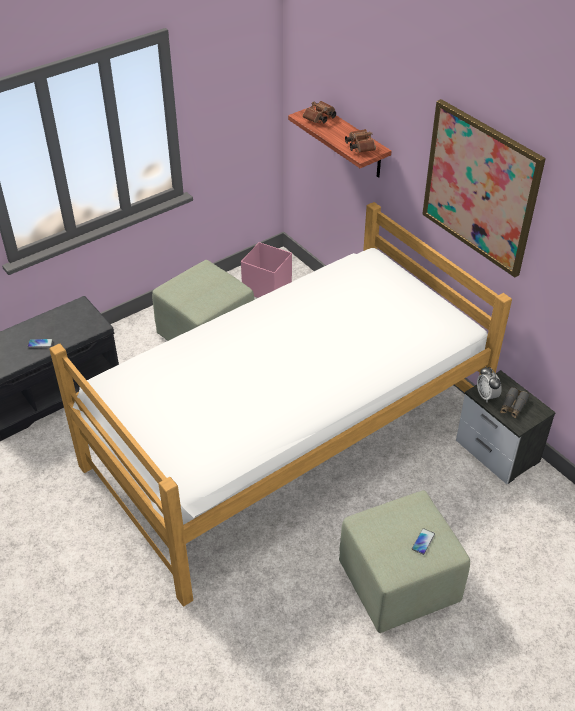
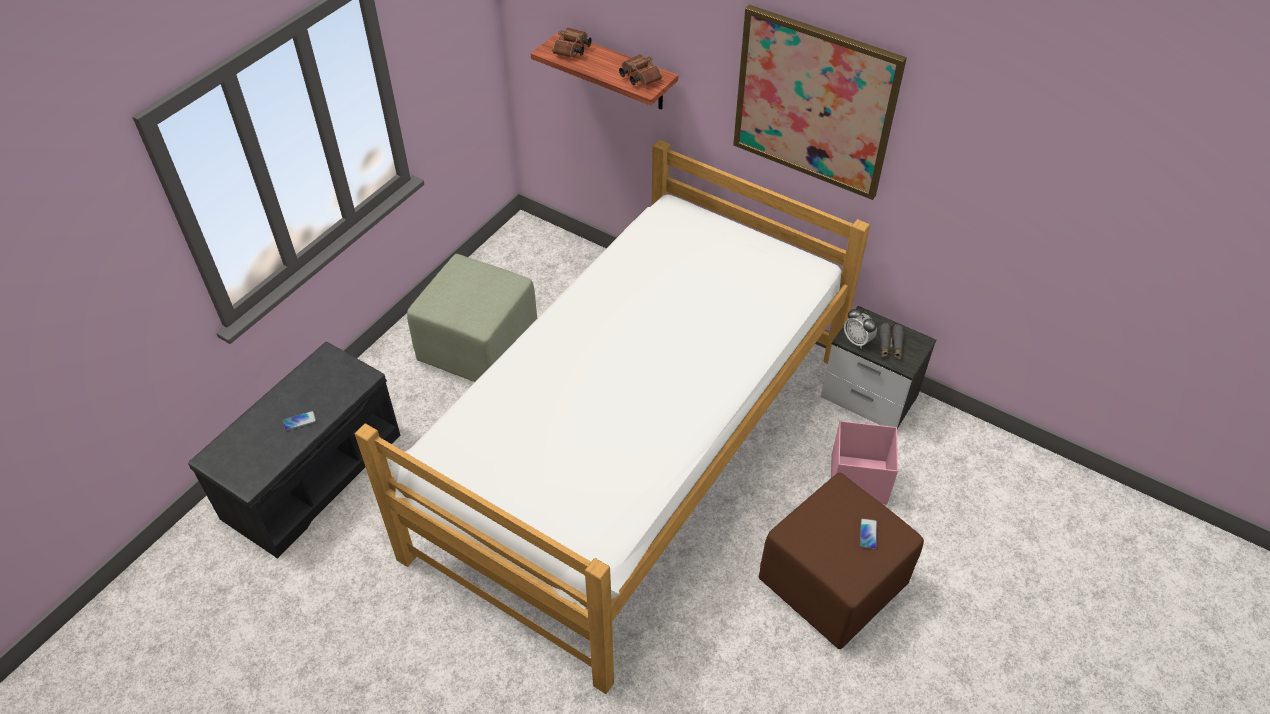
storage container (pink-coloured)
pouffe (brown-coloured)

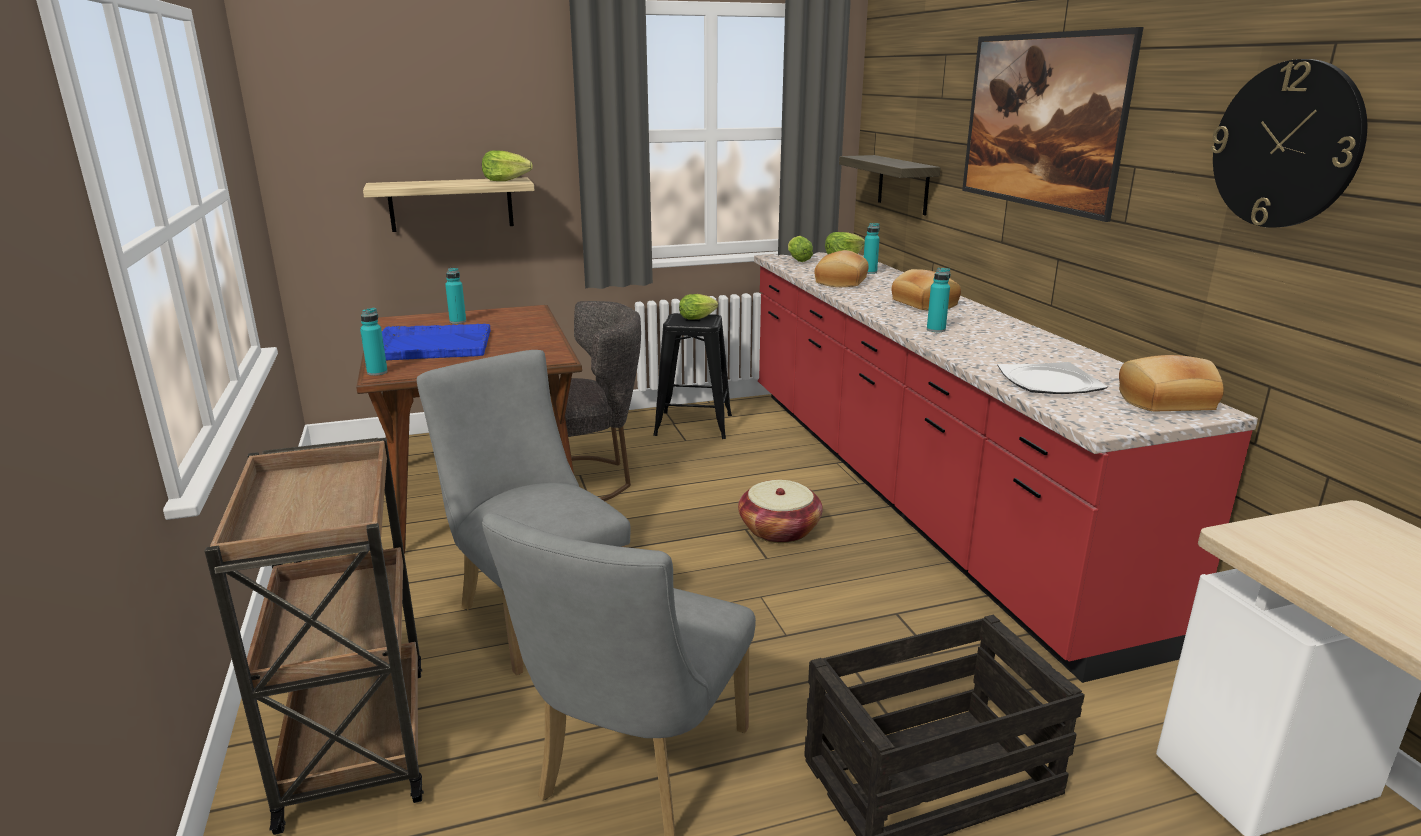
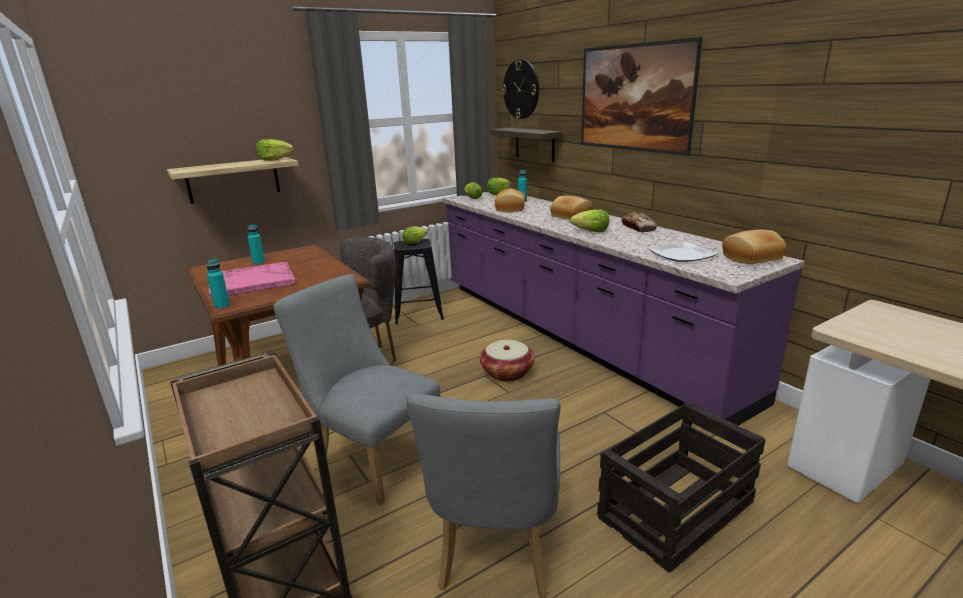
bakery bread (no. 3 from left)
hanging clock
lettuce (no. 5 from left)
carrying tray (pink-coloured)
kitchen counter (purple-coloured)

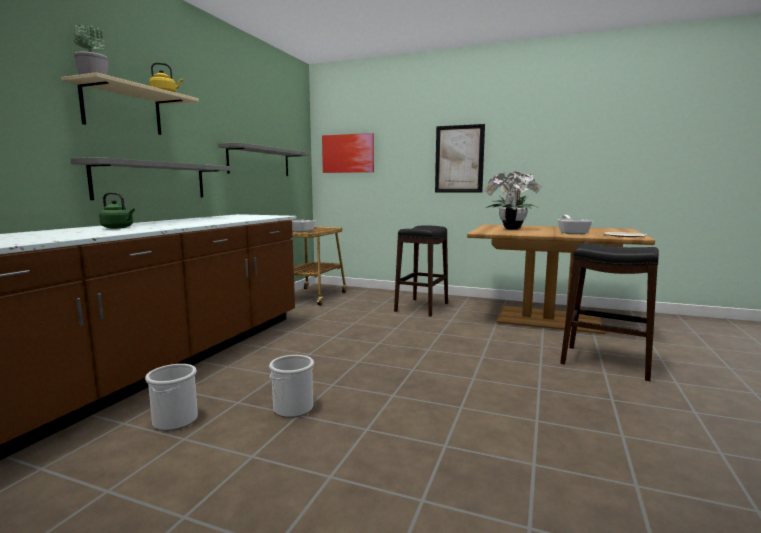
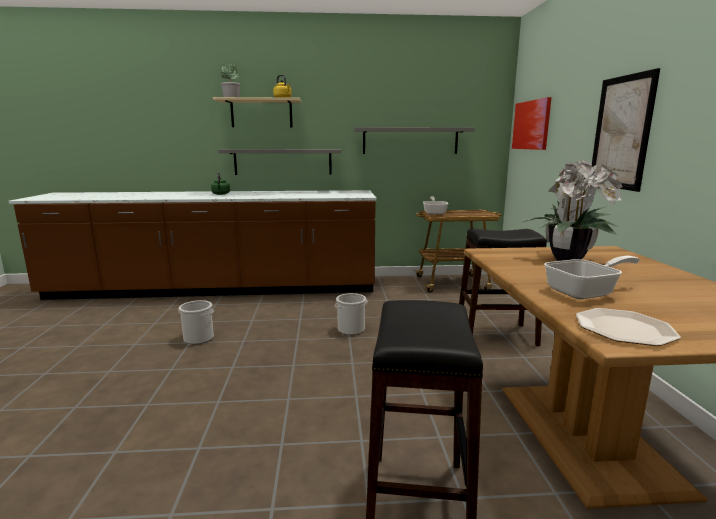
bucket (no. 2 from left)

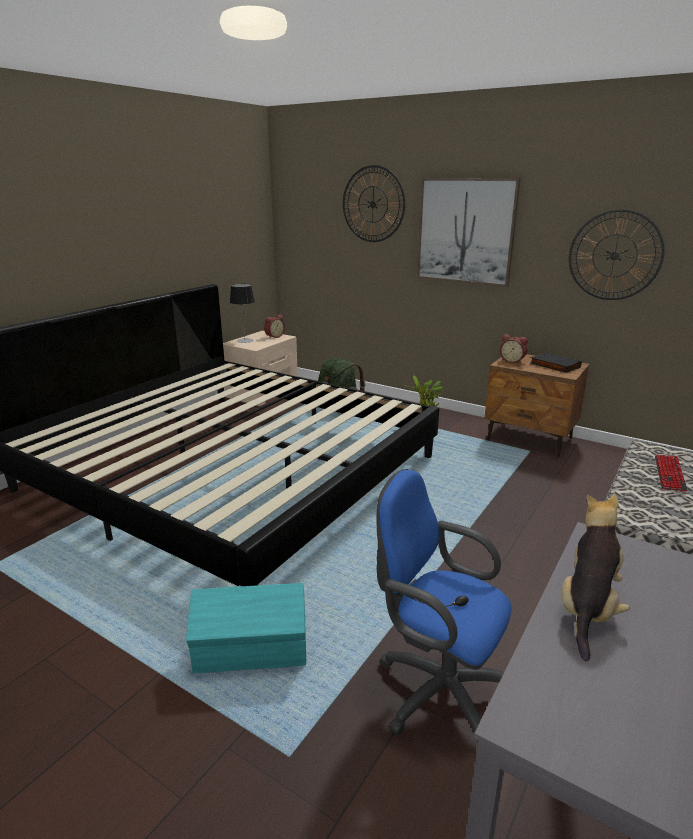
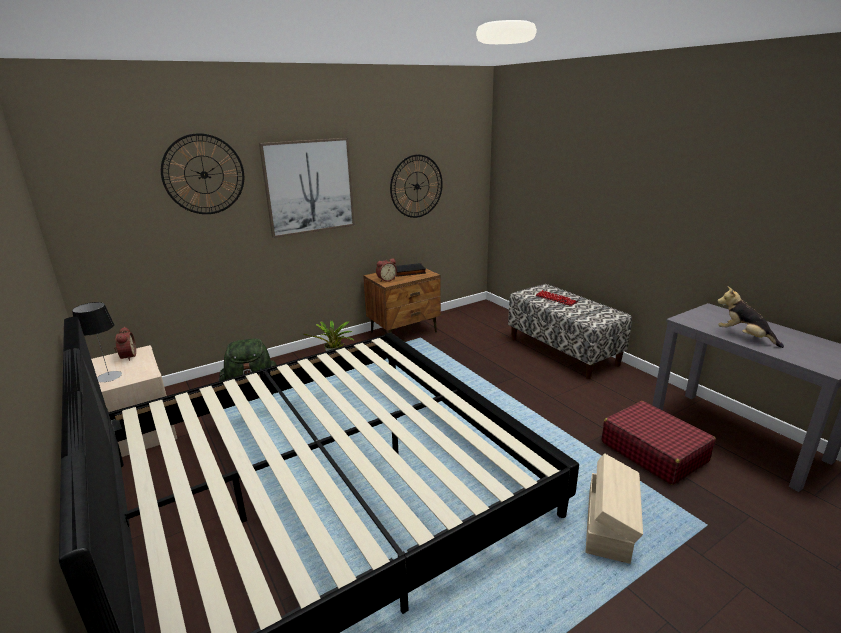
travel case (red)
storage container (sand-coloured)

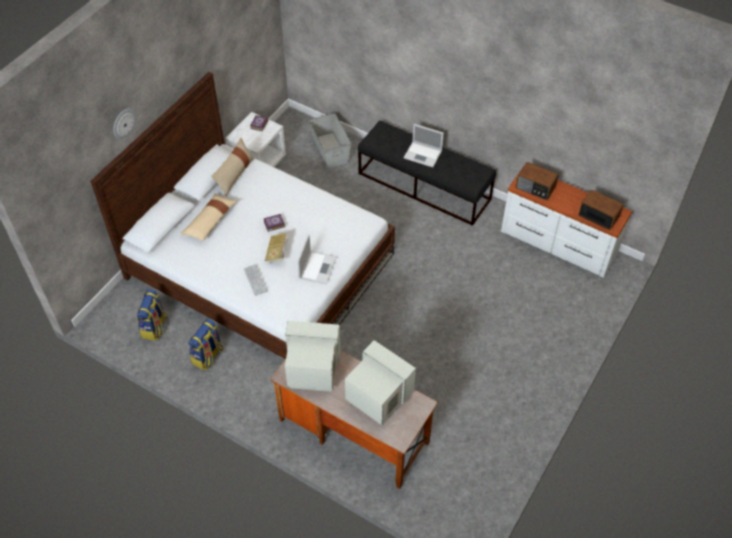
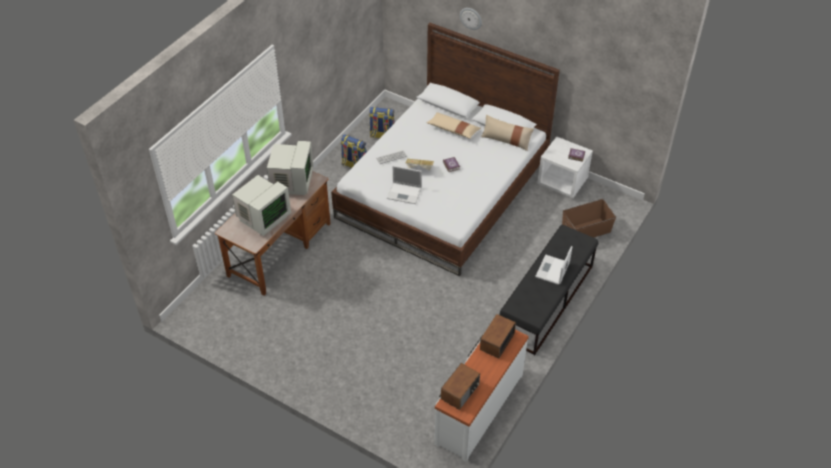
storage container (brown-coloured)

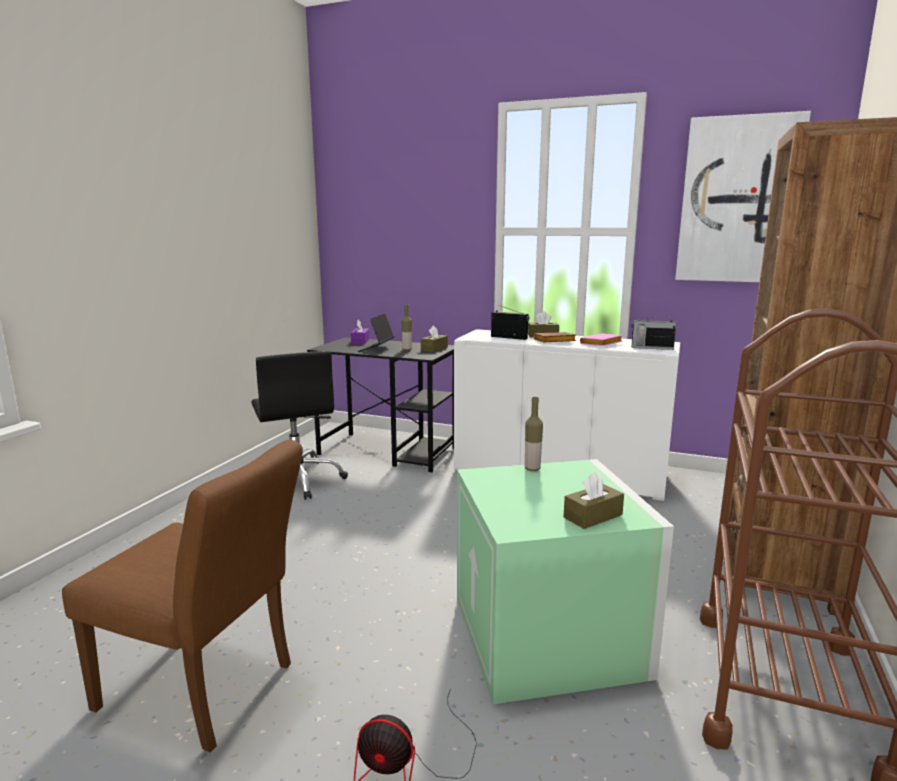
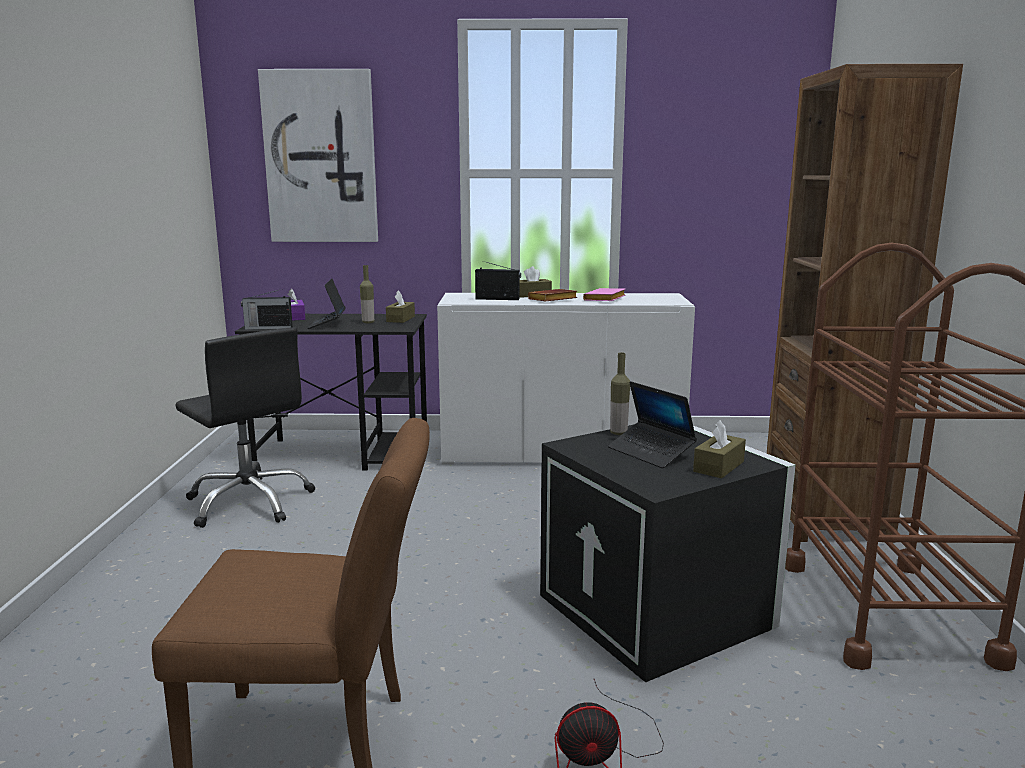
laptop (no. 2 from left)
radio set (no. 1 from left)
picture
storage container (black-coloured)

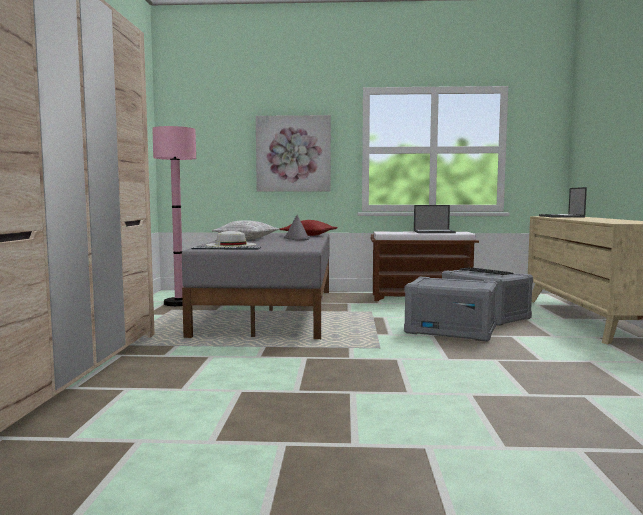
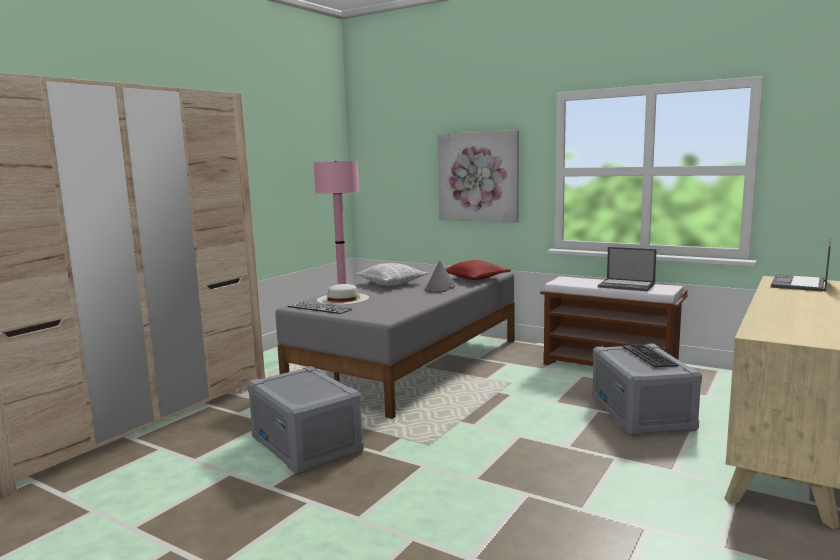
storage container (gray) (no. 1 from left)

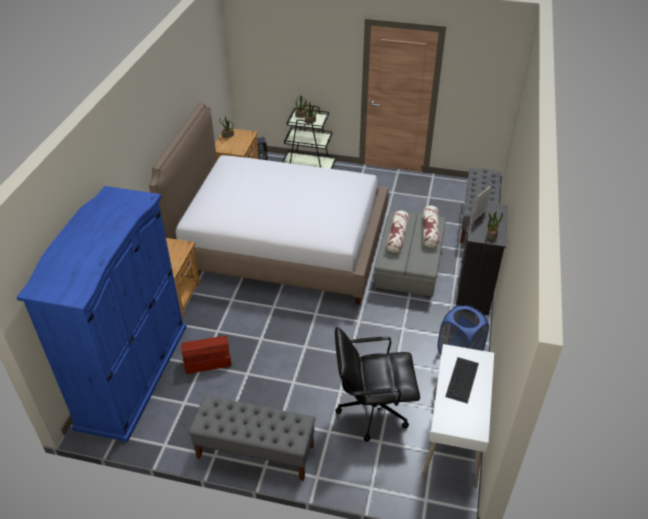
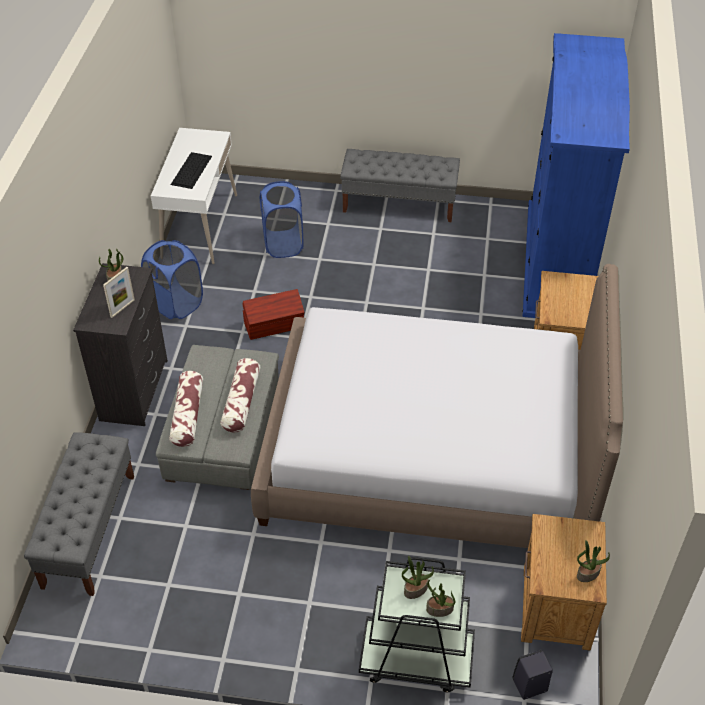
storage container (brown-coloured)
laundry basket (bluish) (no. 2 from left)

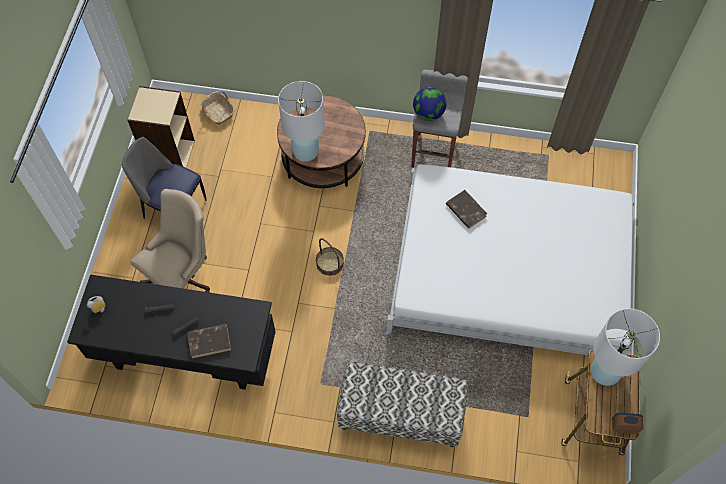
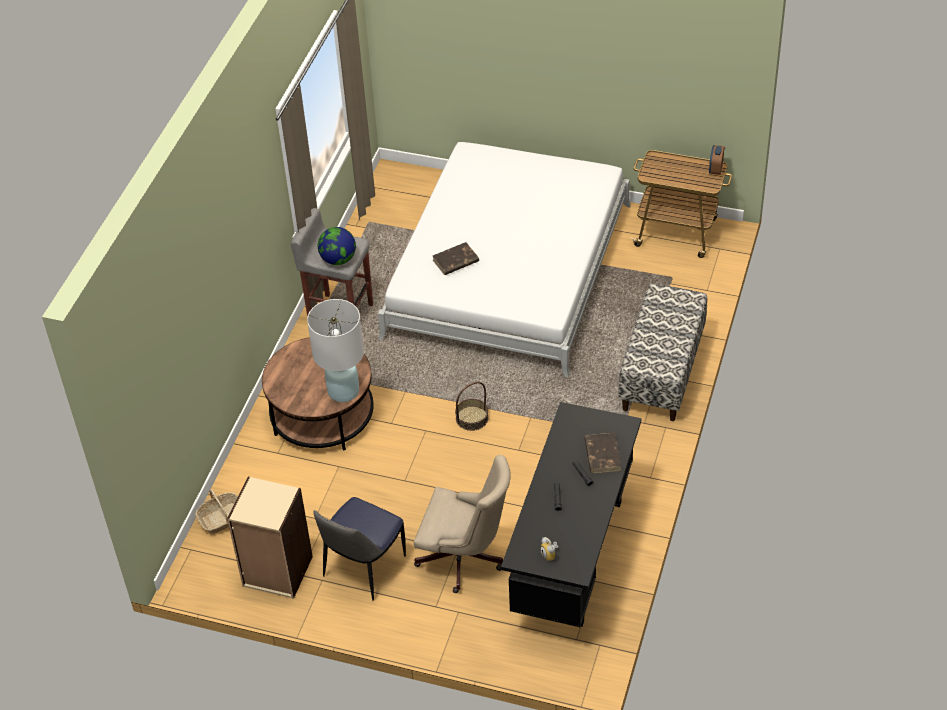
table lamp (white-coloured) (no. 2 from left in the first image)
computer chair (sand-coloured)

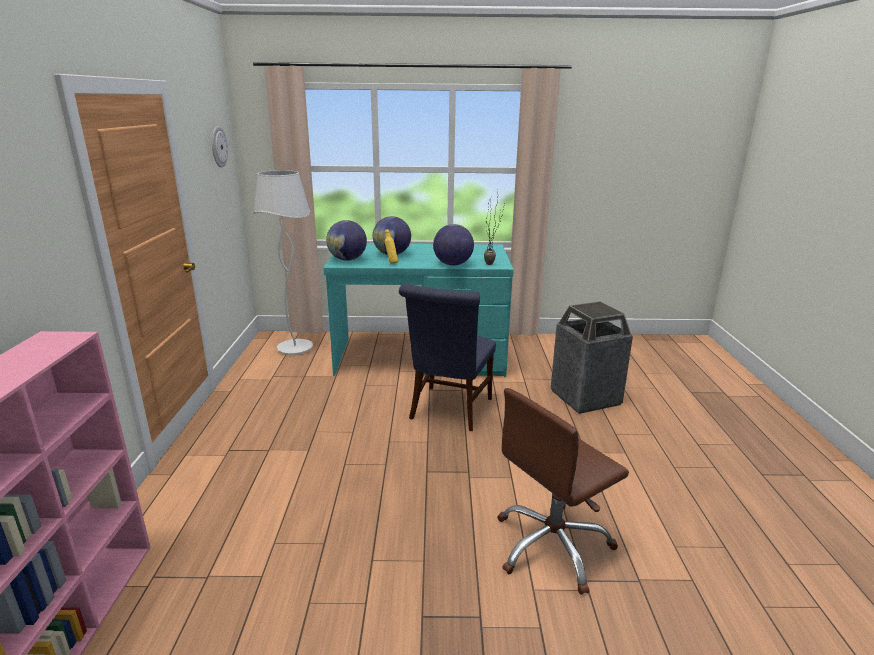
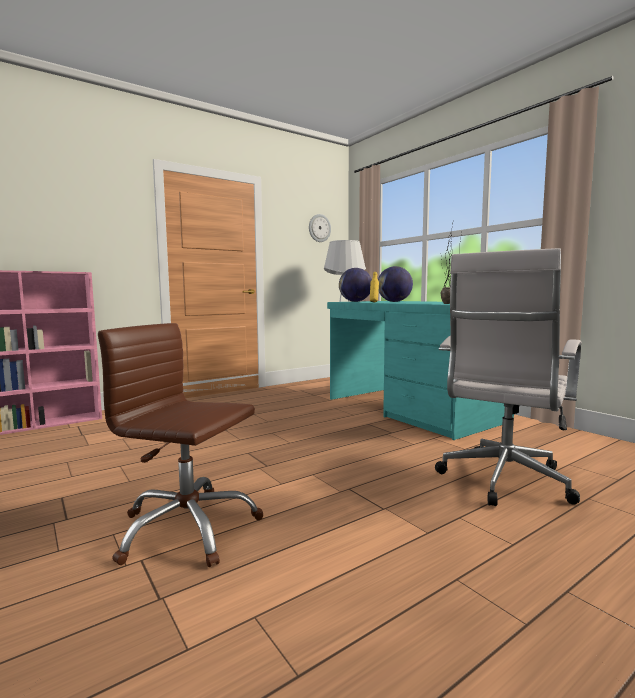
upright chair (bluish)
desk globe (no. 3 from left in the first image)
computer chair (white-coloured)

